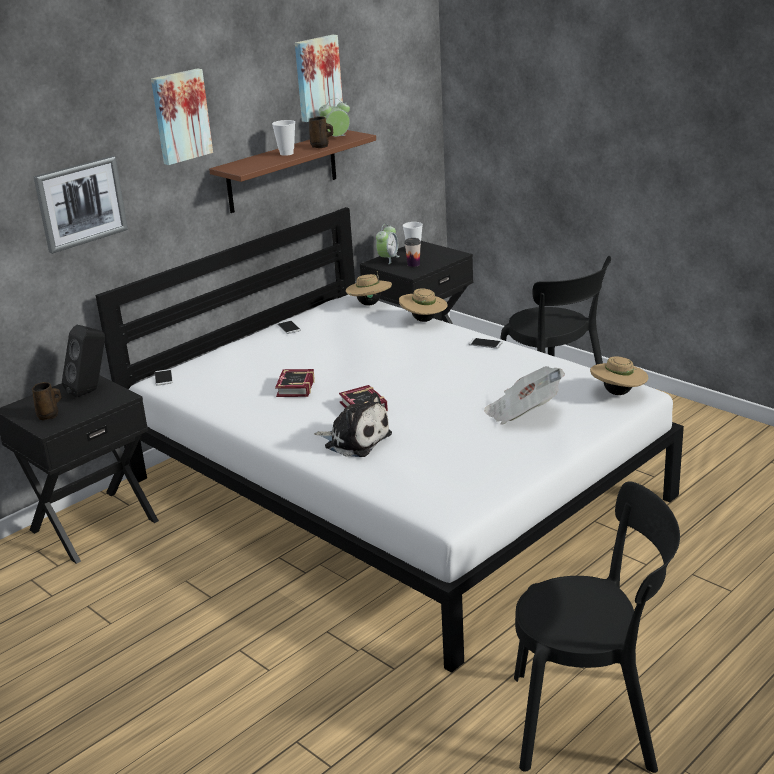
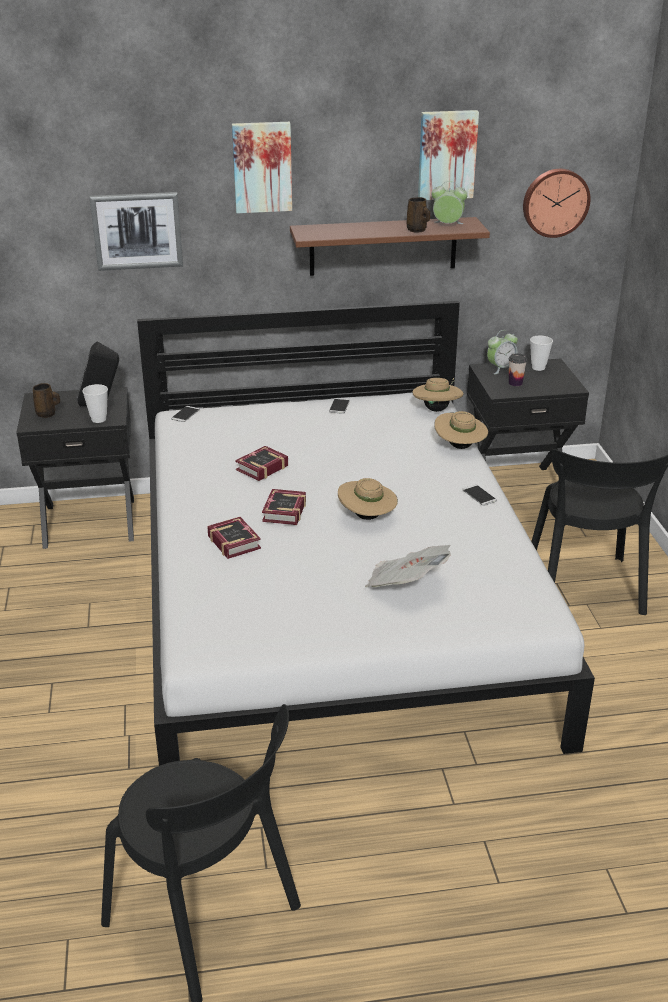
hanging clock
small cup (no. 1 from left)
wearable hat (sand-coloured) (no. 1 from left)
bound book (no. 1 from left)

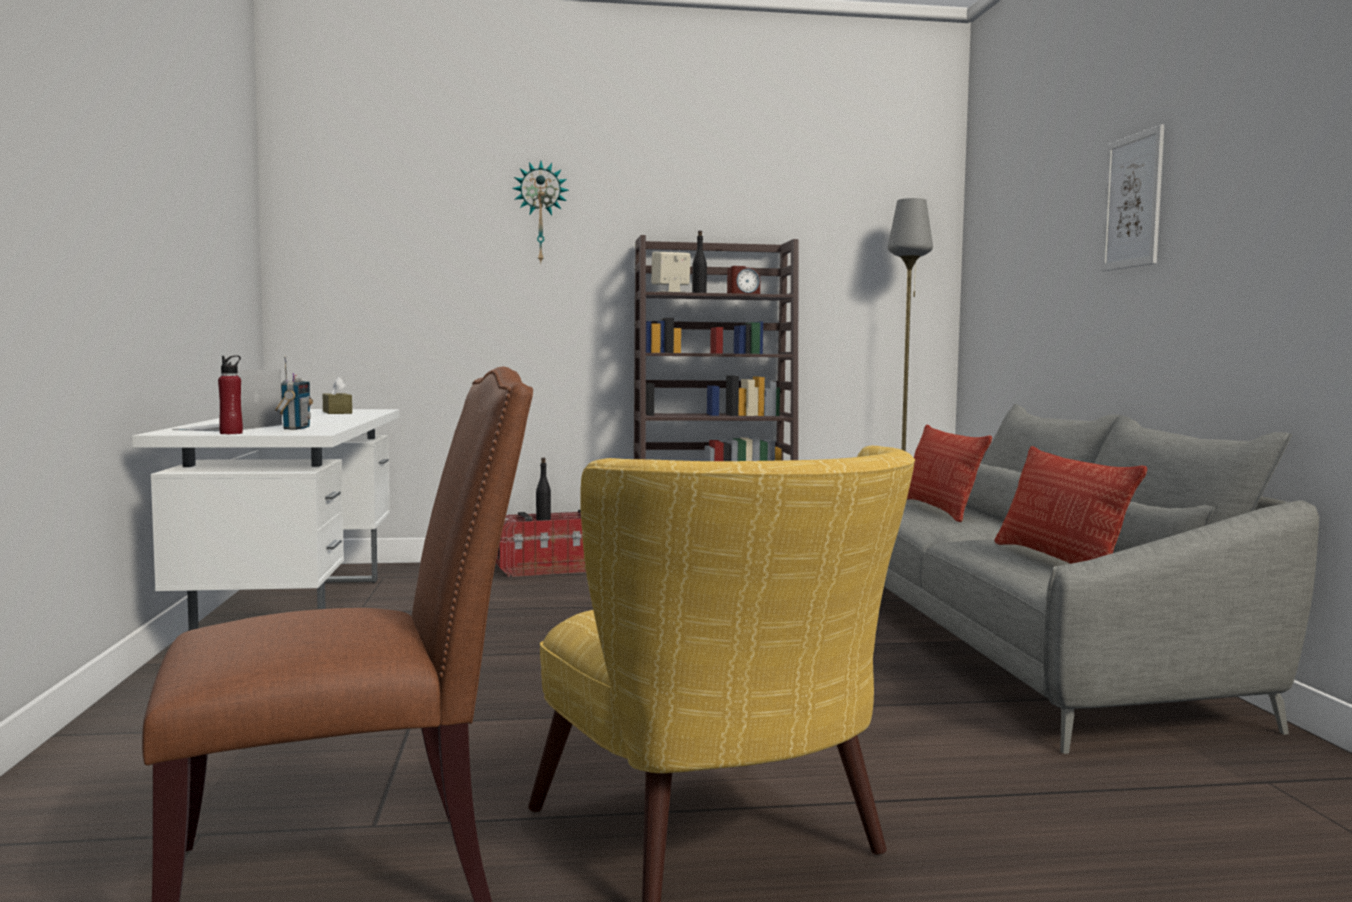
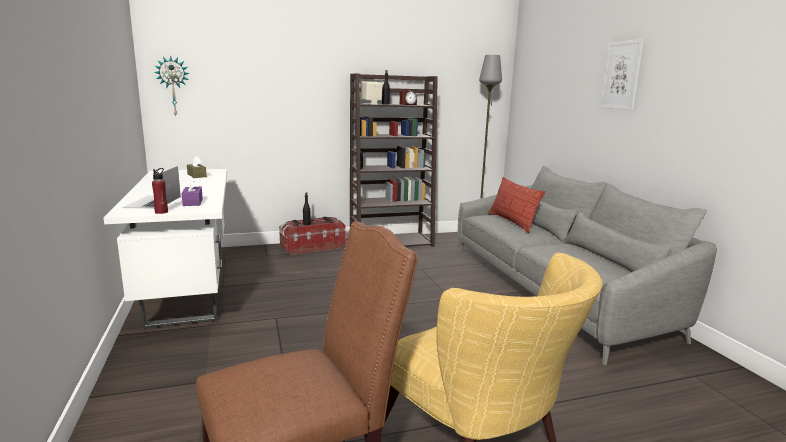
throw pillow (no. 2 from left in the first image)
hanging clock
tissue box (purple-coloured)

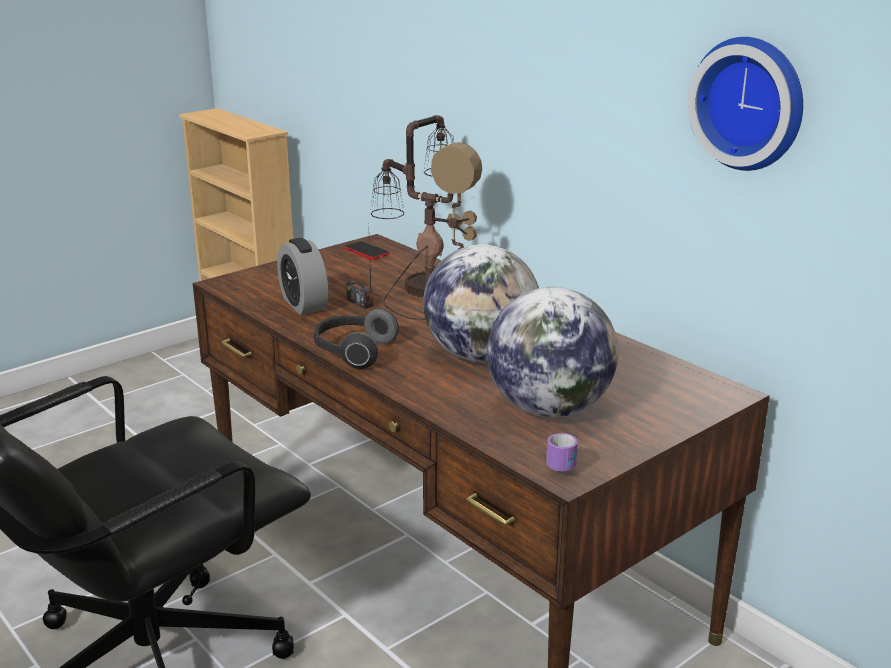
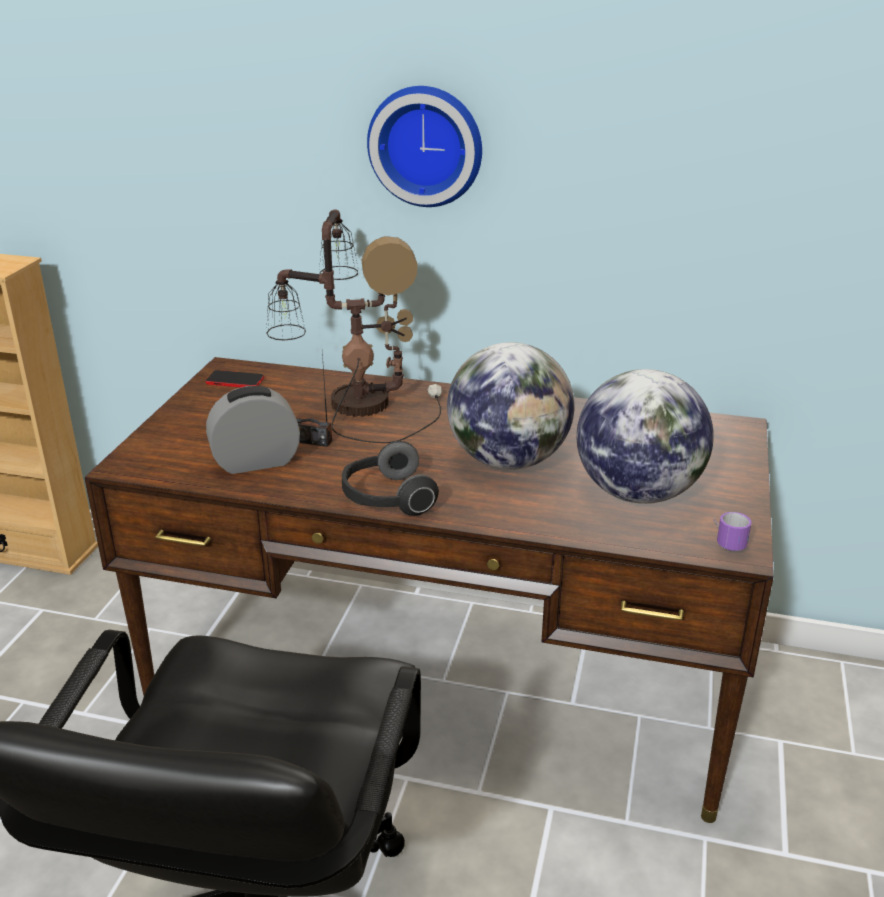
hanging clock
alarm clock

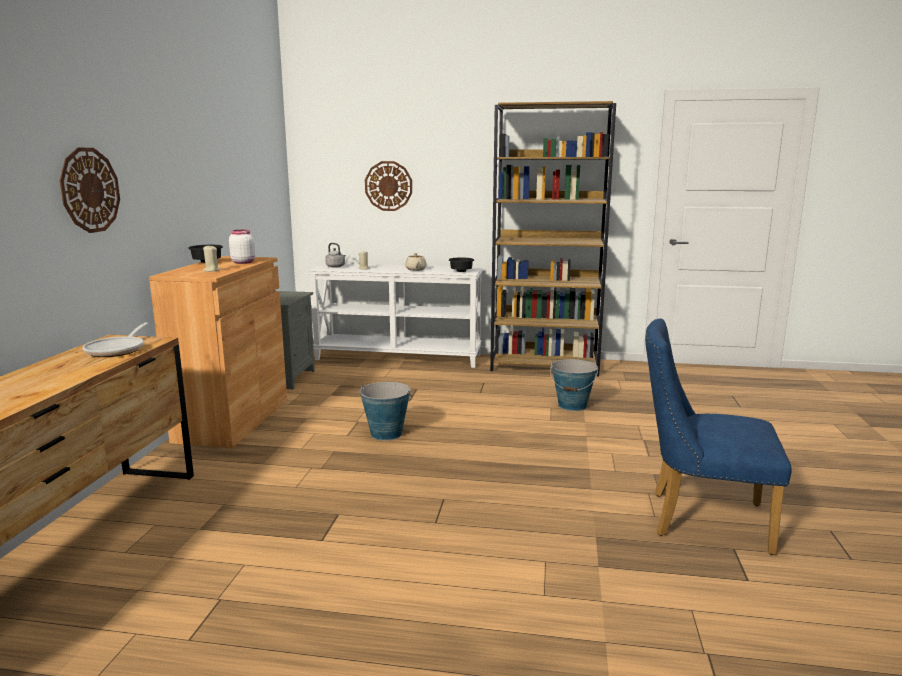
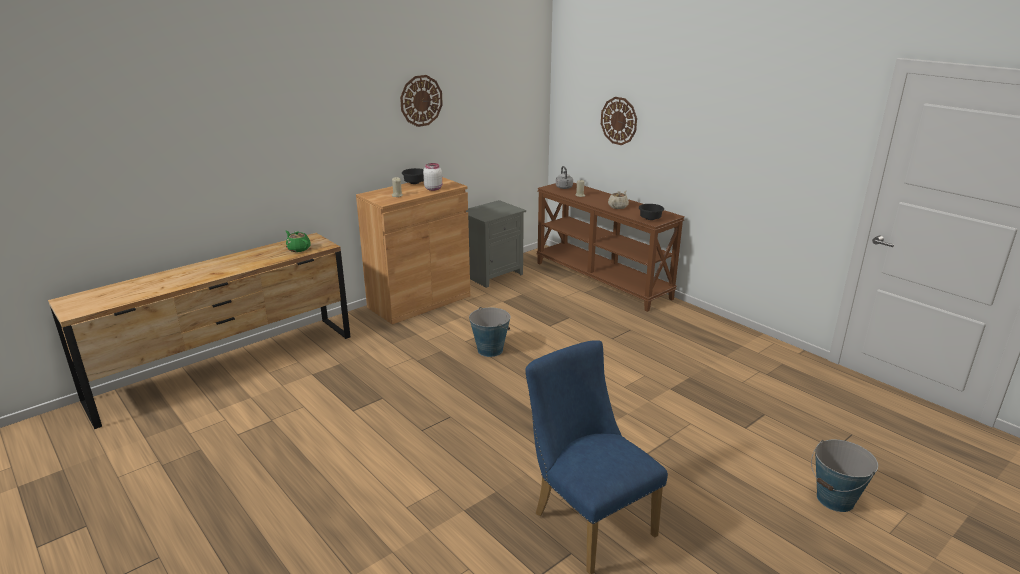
bookshelf (brown-coloured)
hanging clock (no. 1 from left)
bucket (no. 2 from left)
tea pot (greenish)
narrow table (brown-coloured)

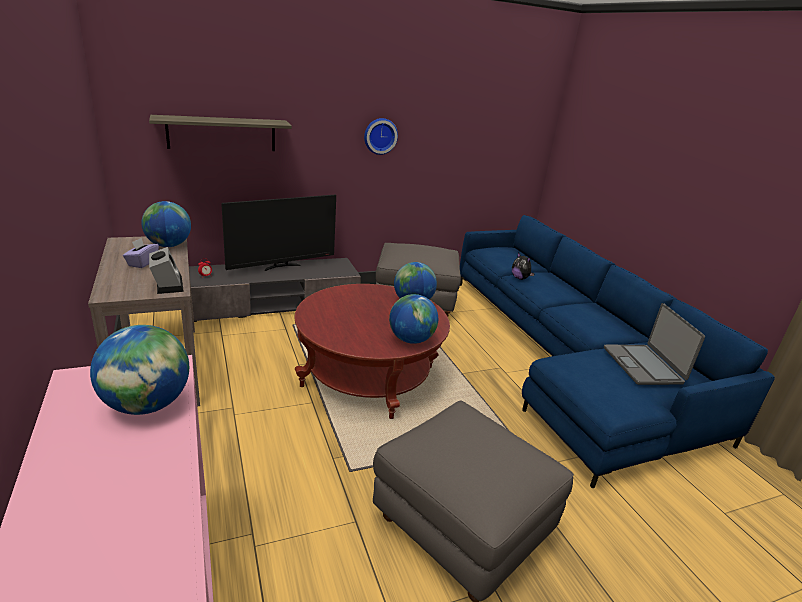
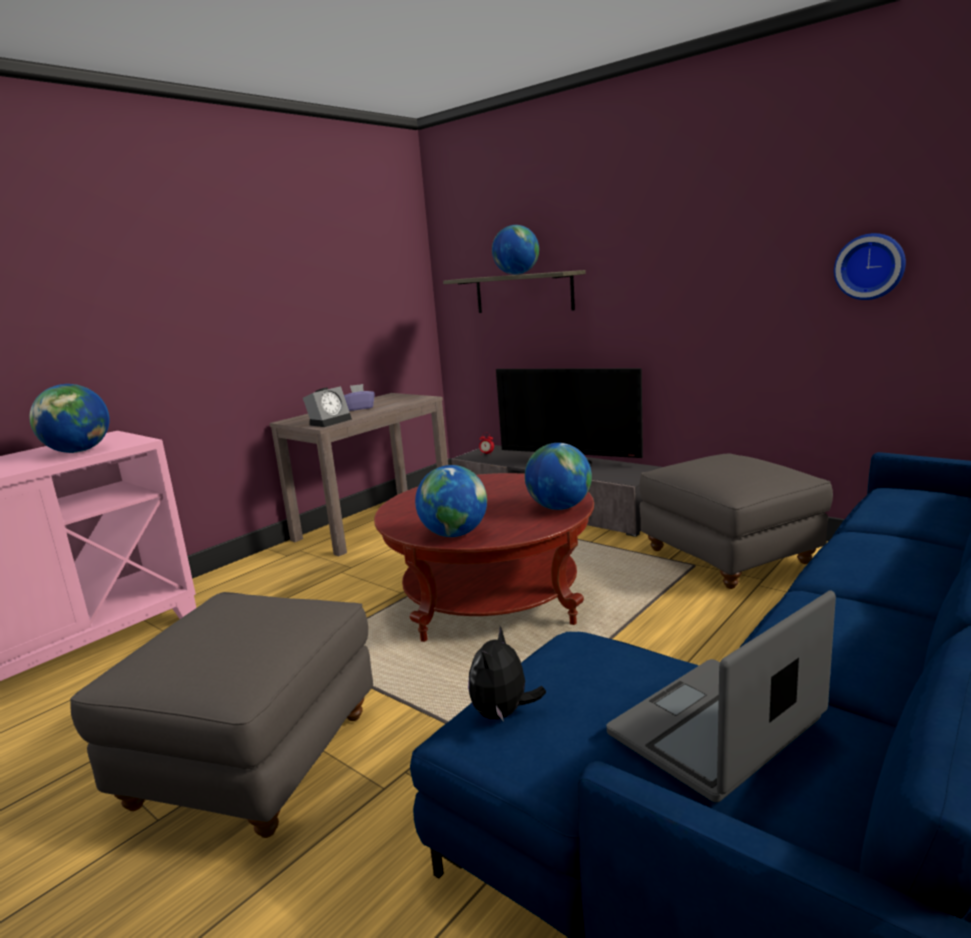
desk globe (no. 3 from left)
hanging clock
soft toy

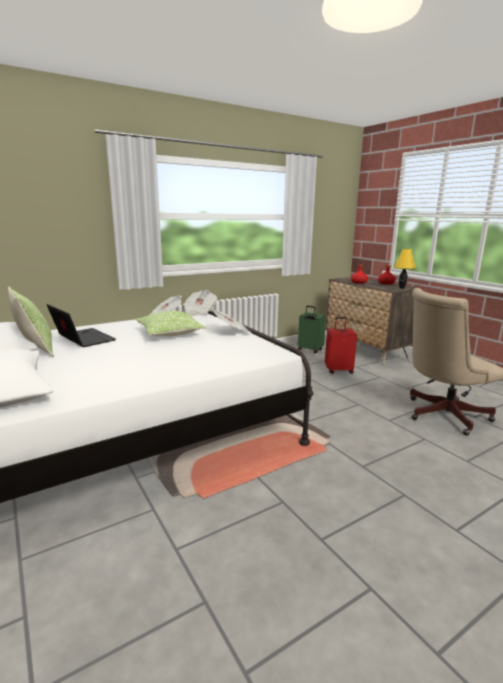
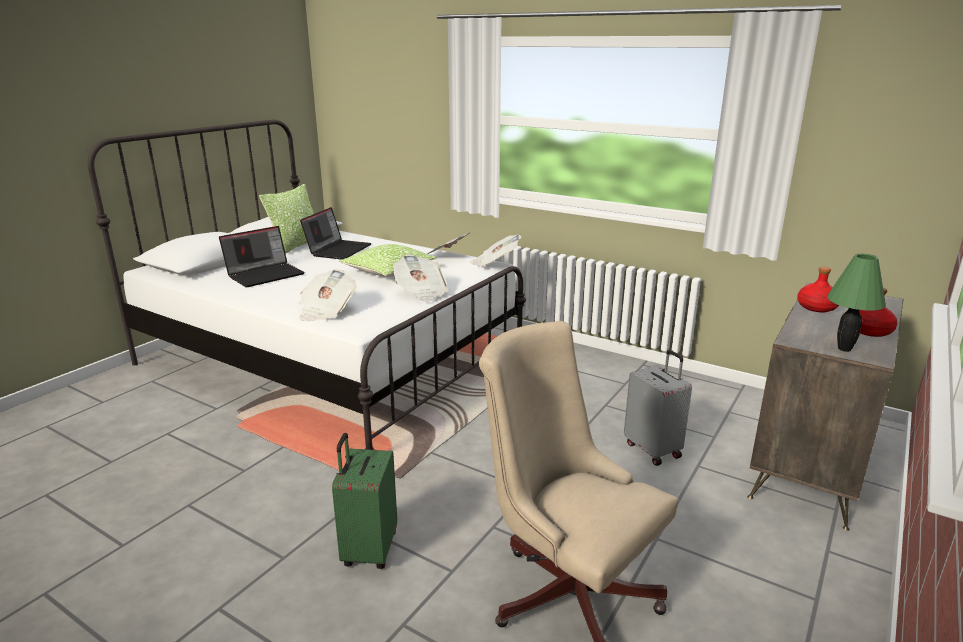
laptop (no. 1 from left)
printed paper (no. 1 from left)
travel case (greenish)
travel case (gray)
table lamp (greenish)

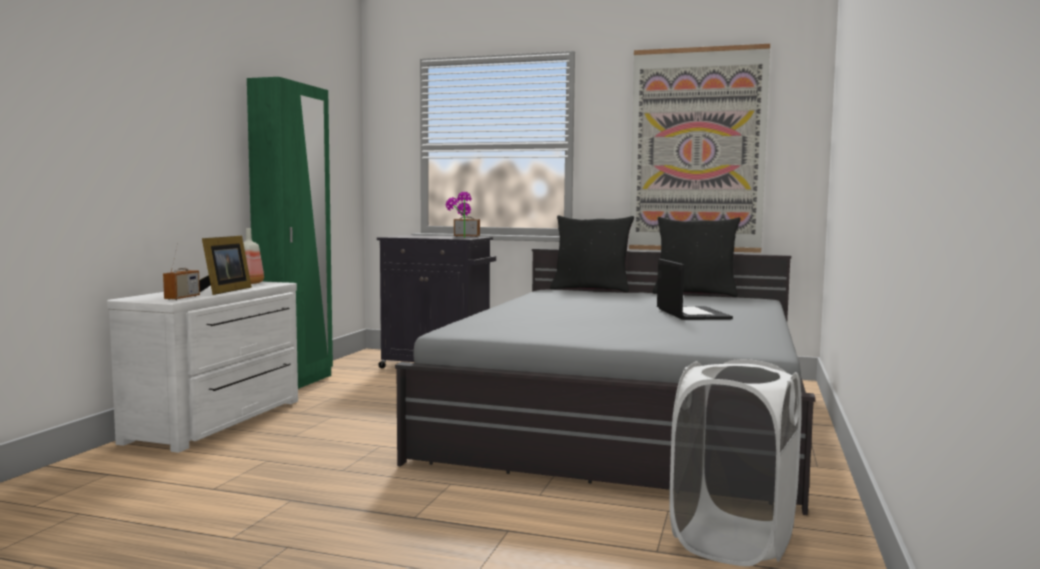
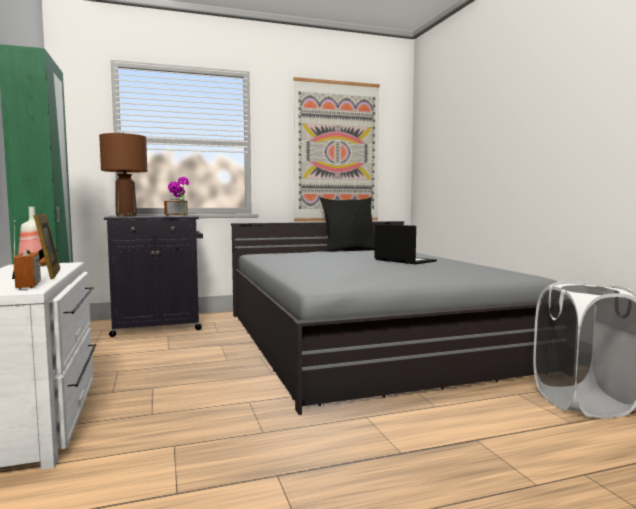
throw pillow (black-coloured) (no. 1 from left in the first image)
table lamp (brown-coloured)

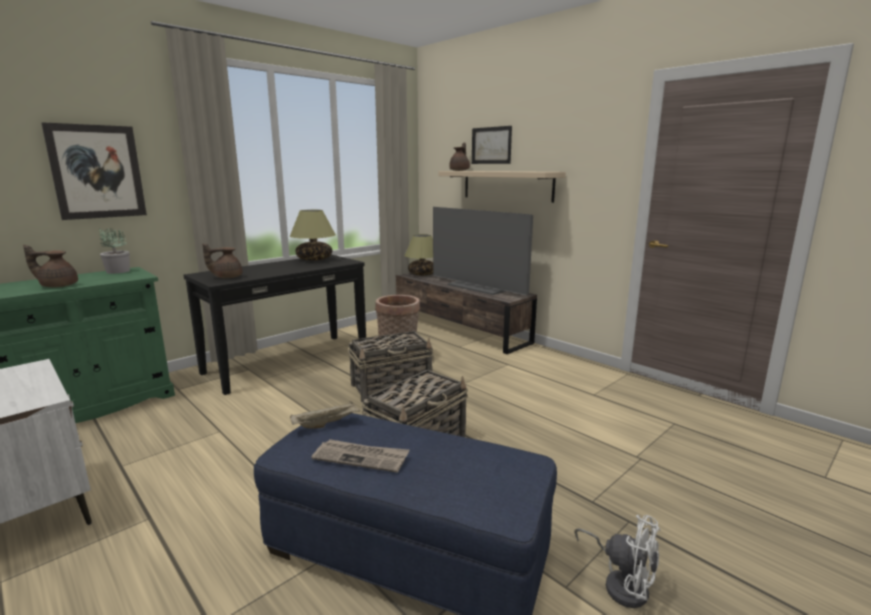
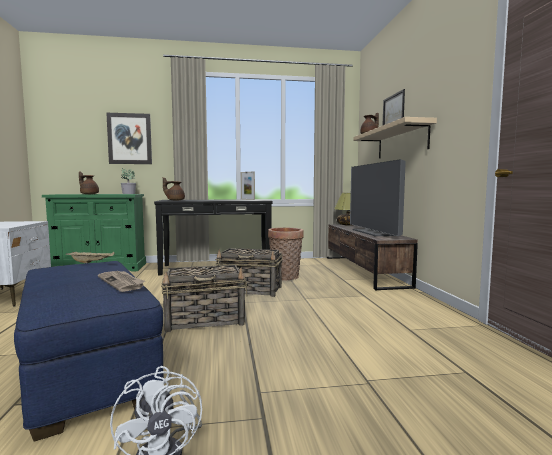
printed paper
standing frame

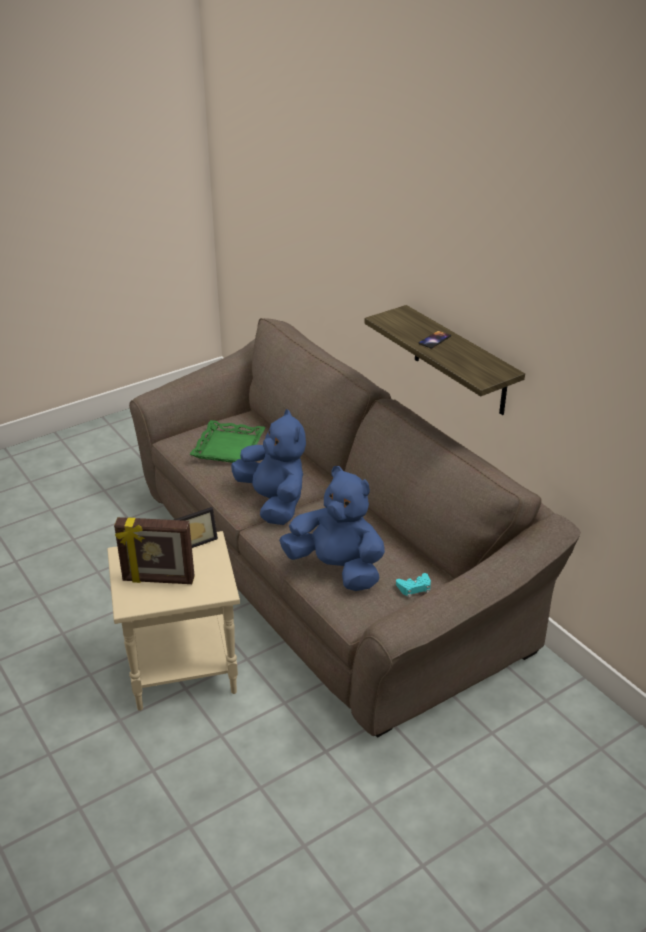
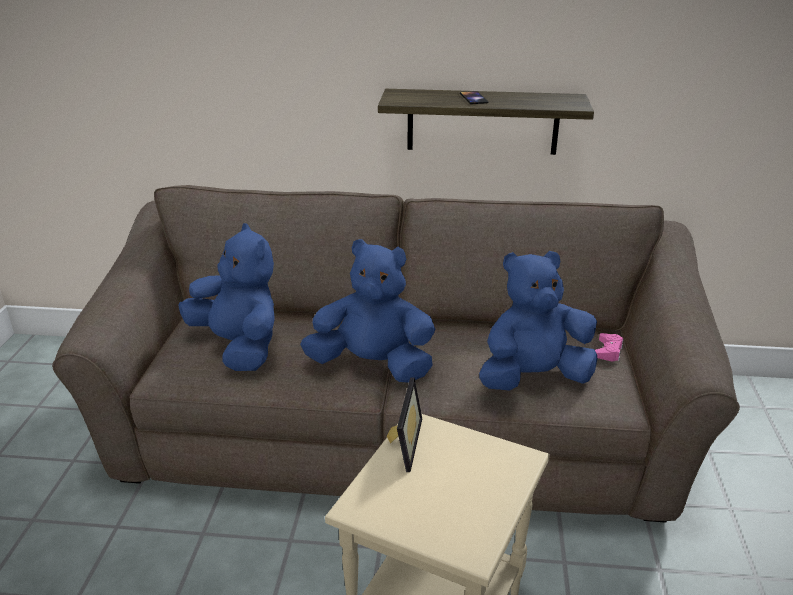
standing frame (no. 1 from left in the first image)
soft toy (bluish) (no. 1 from left)
game controller (pink-coloured)

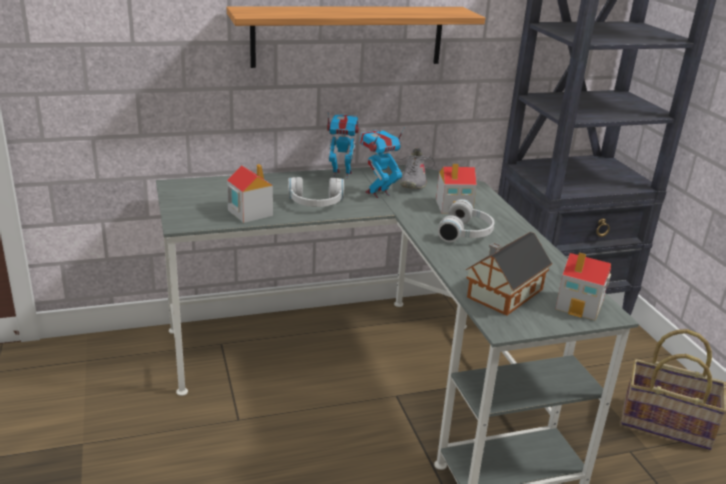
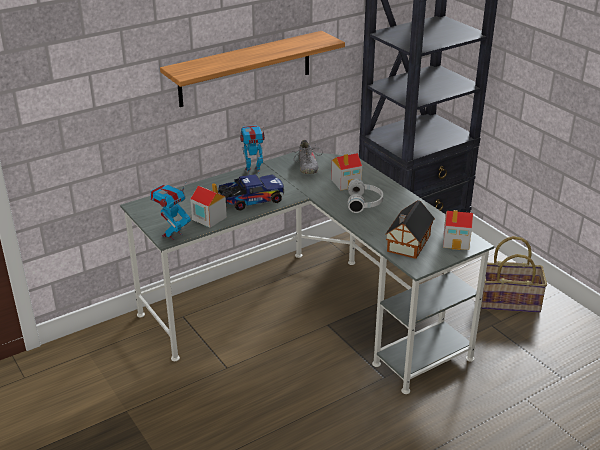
model robot (no. 1 from left)
toy truck

